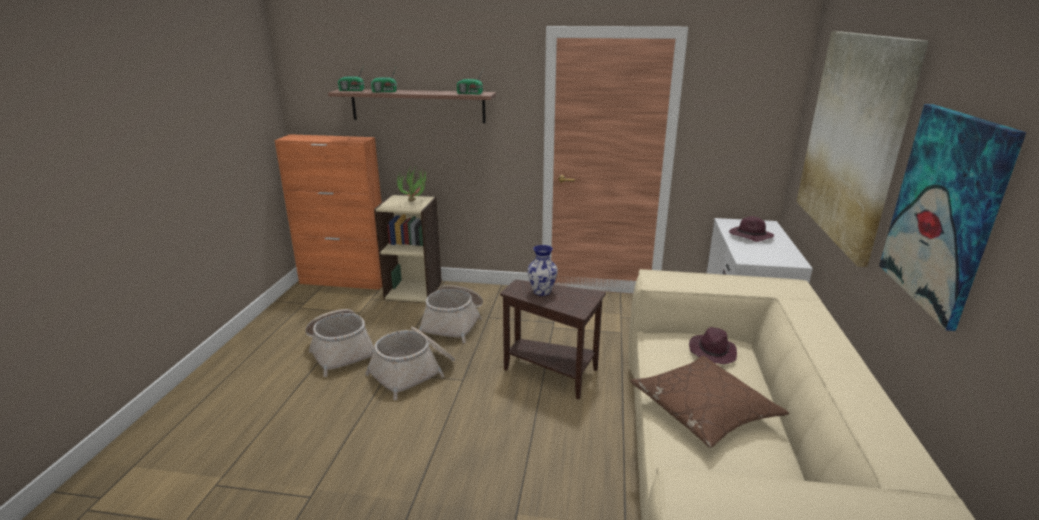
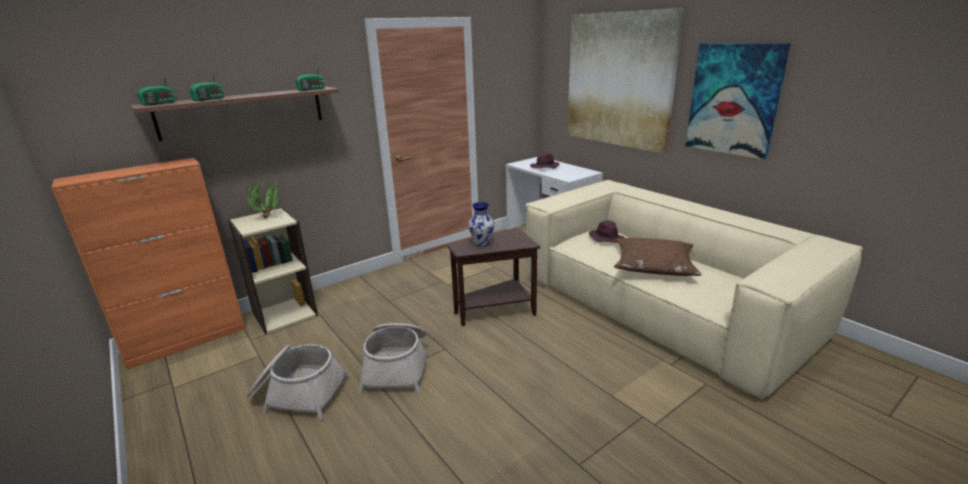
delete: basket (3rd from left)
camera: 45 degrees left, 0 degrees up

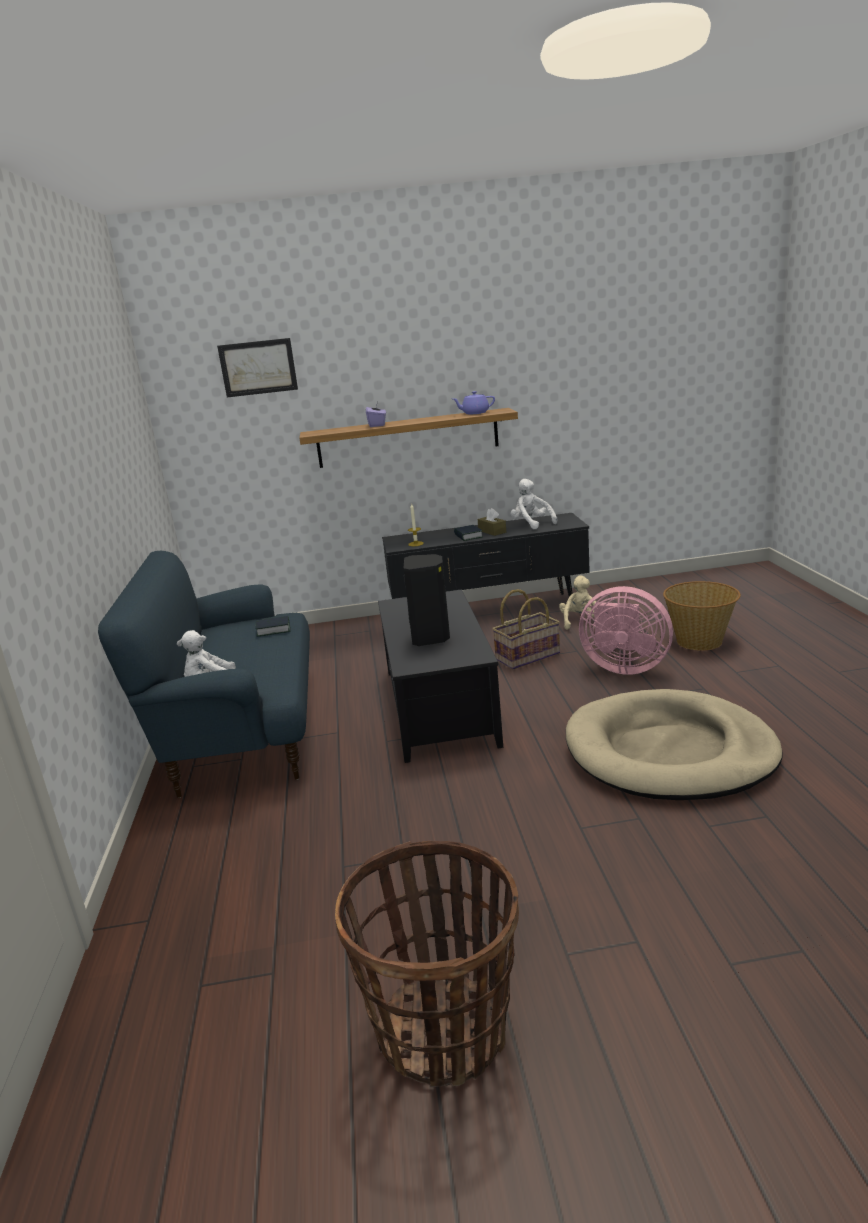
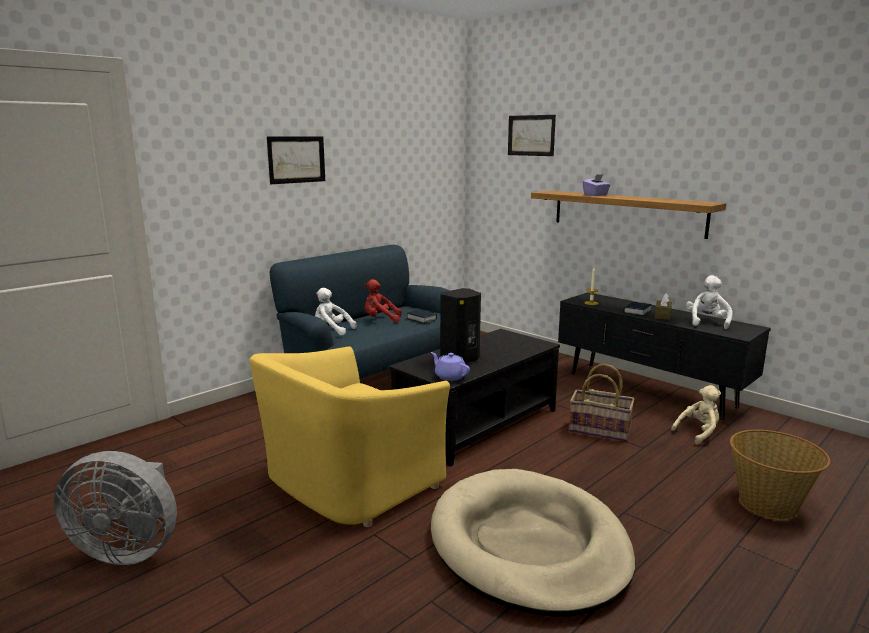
delete: fan (pink)
insert: armchair (yellow); picture (1st from left); plush toy (red)
move: teapot (purple)
replace: basket (1st from left) to fan (grey)
camera: 50 degrees right, 5 degrees down

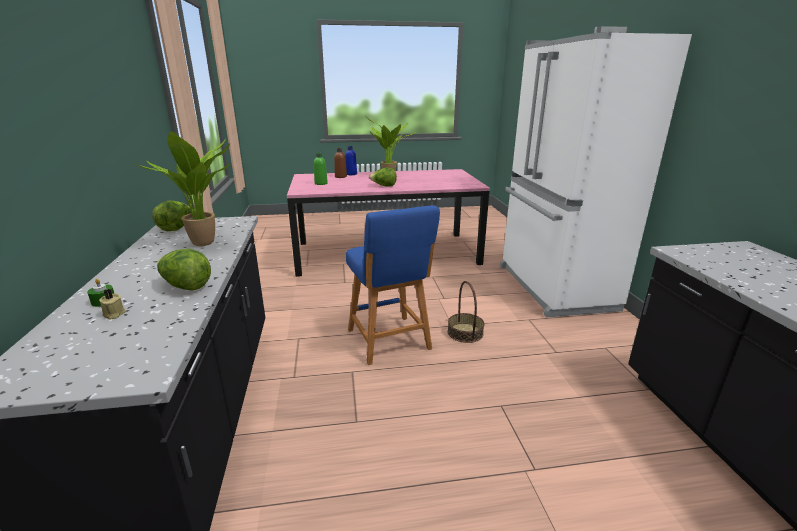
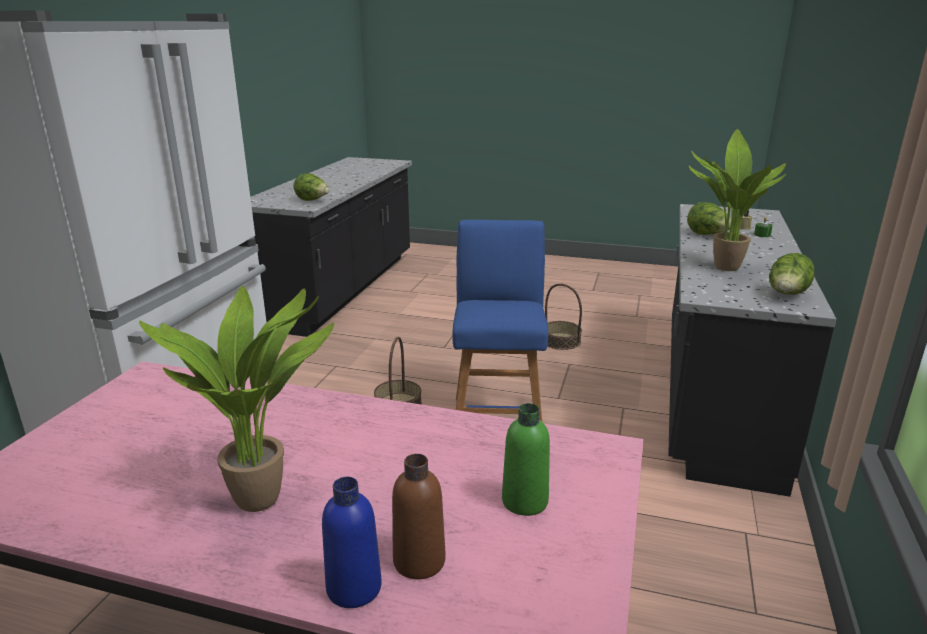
insert: basket (2nd from left)
move: lettuce (3rd from left in the first image) to lettuce (1st from left)
camera: 155 degrees left, 0 degrees up

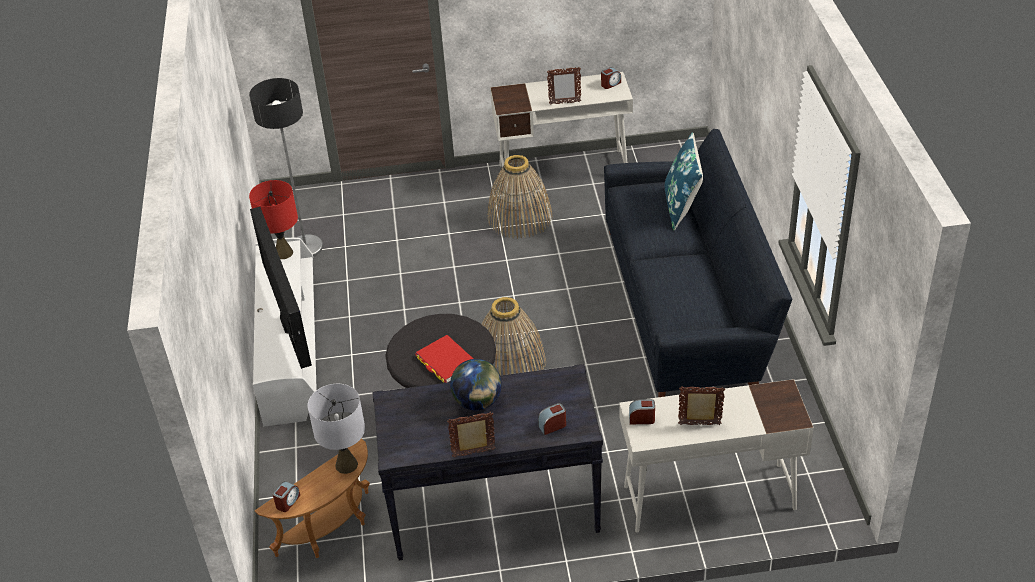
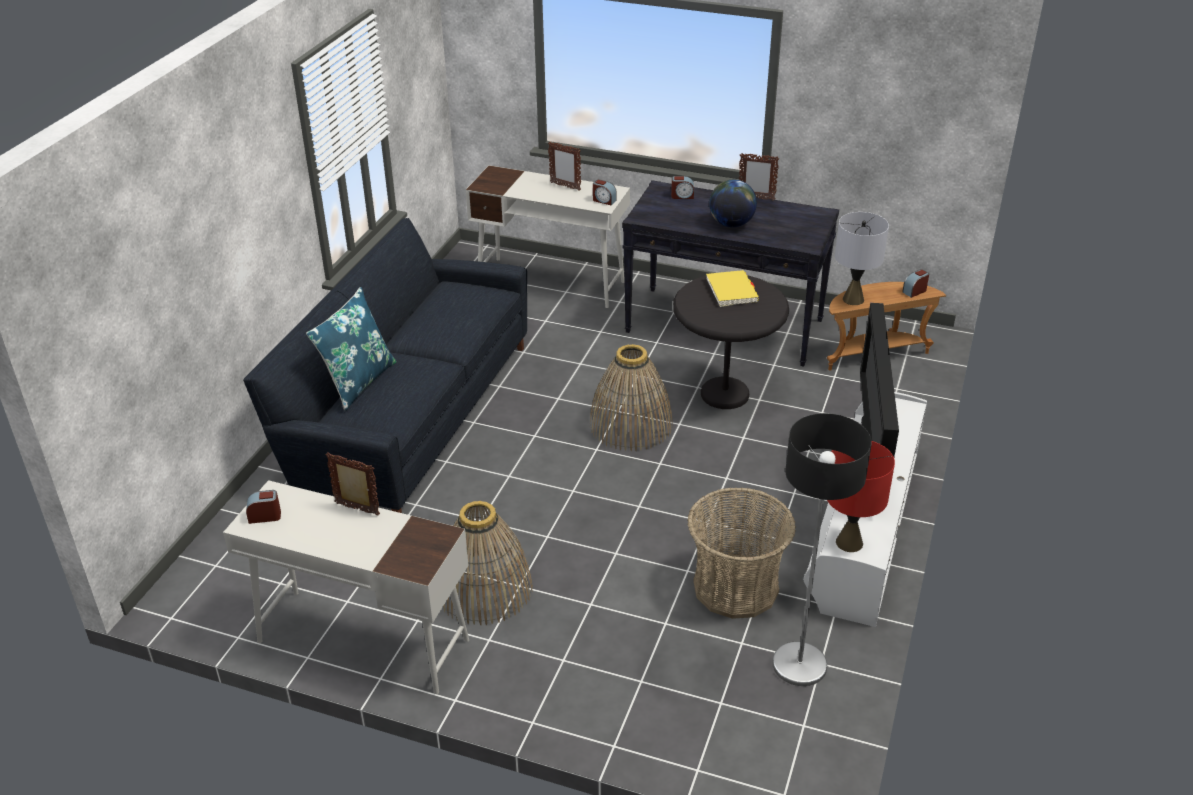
insert: basket (3rd from left)
recolor: book (red) to book (yellow)
camera: 155 degrees left, 5 degrees down

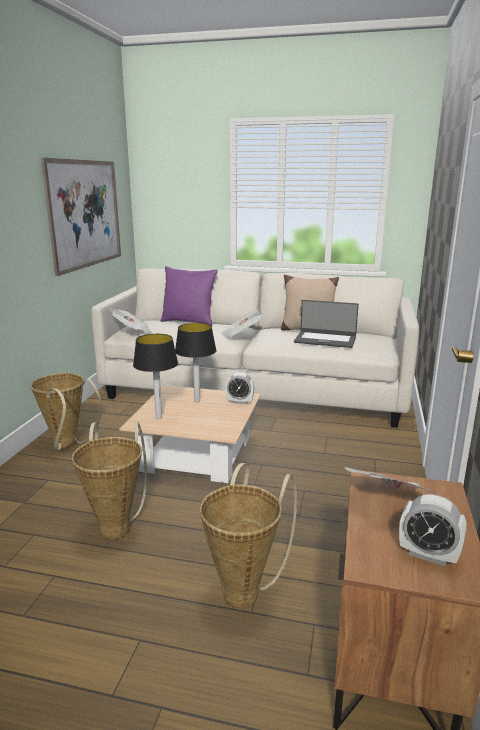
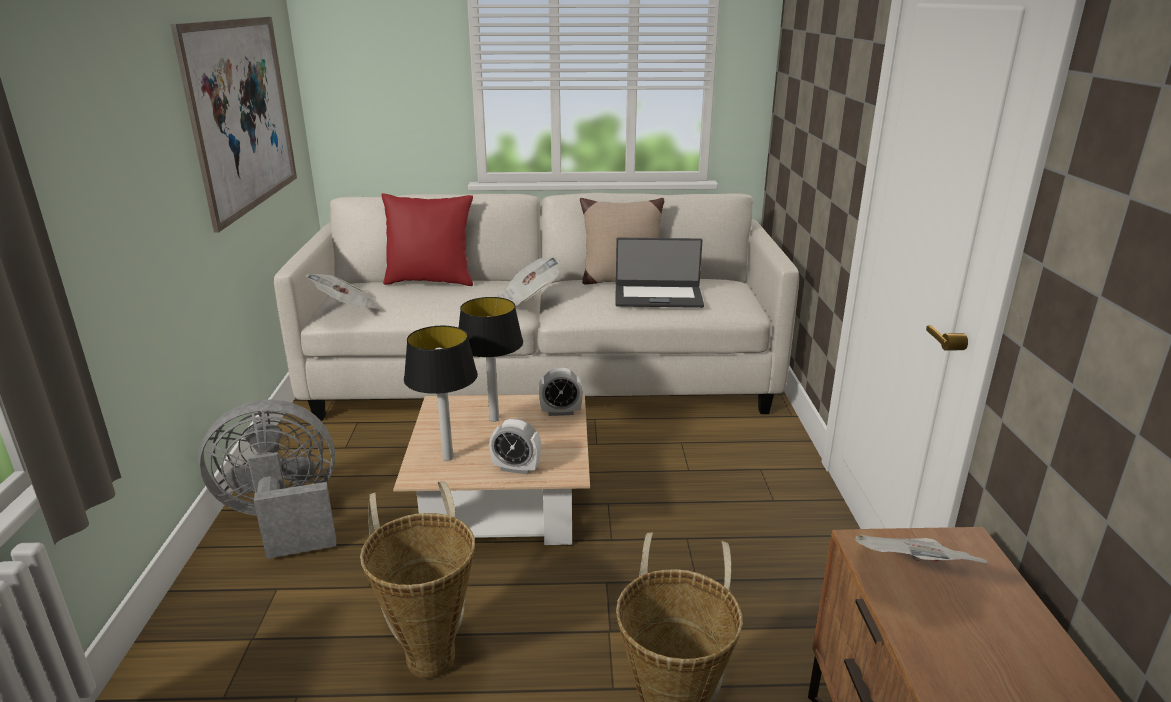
move: alarm clock (2nd from left in the first image) to alarm clock (1st from left)
replace: basket (1st from left) to fan (grey)
recolor: pillow (purple) to pillow (red)
camera: 15 degrees left, 5 degrees up

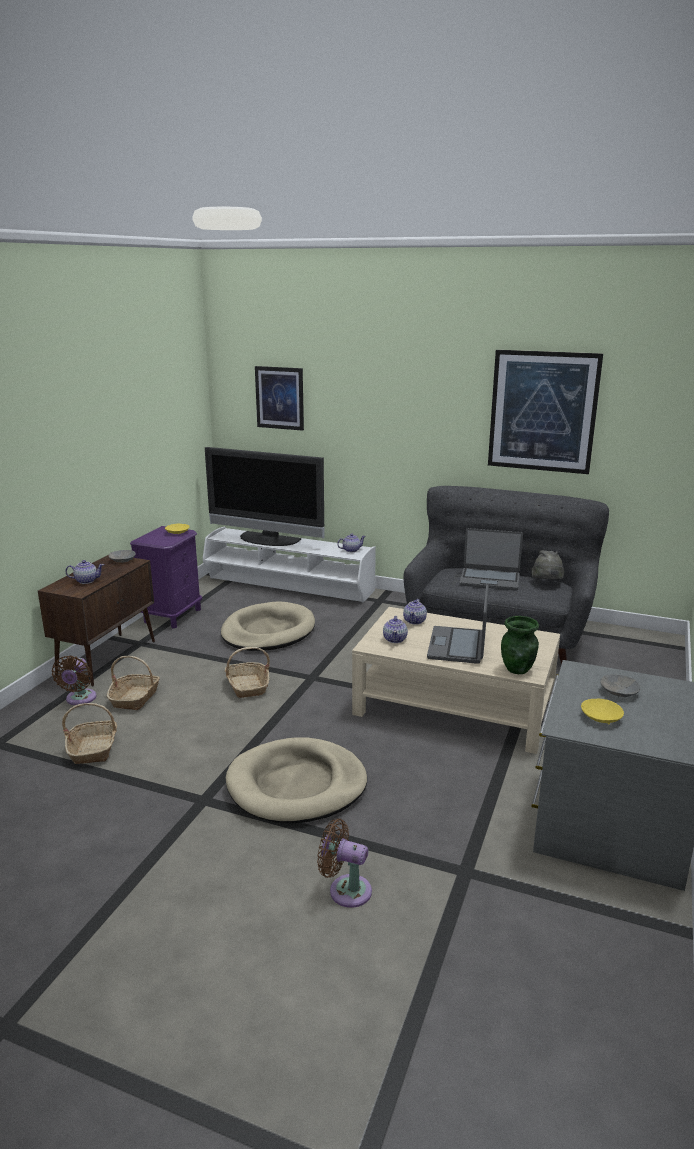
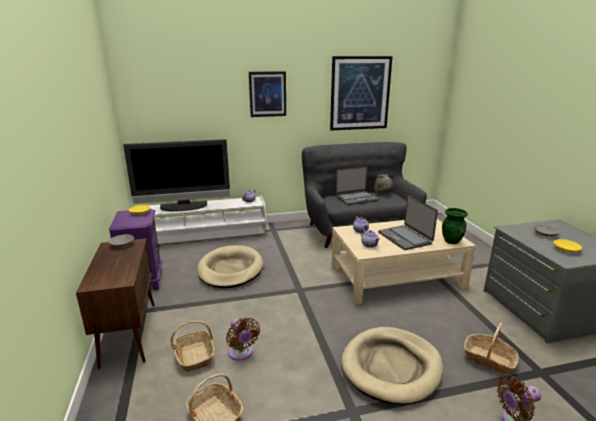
delete: teapot (1st from left)
move: fan (brown) (1st from left); basket (3rd from left); picture (1st from left)
camera: 35 degrees left, 0 degrees up

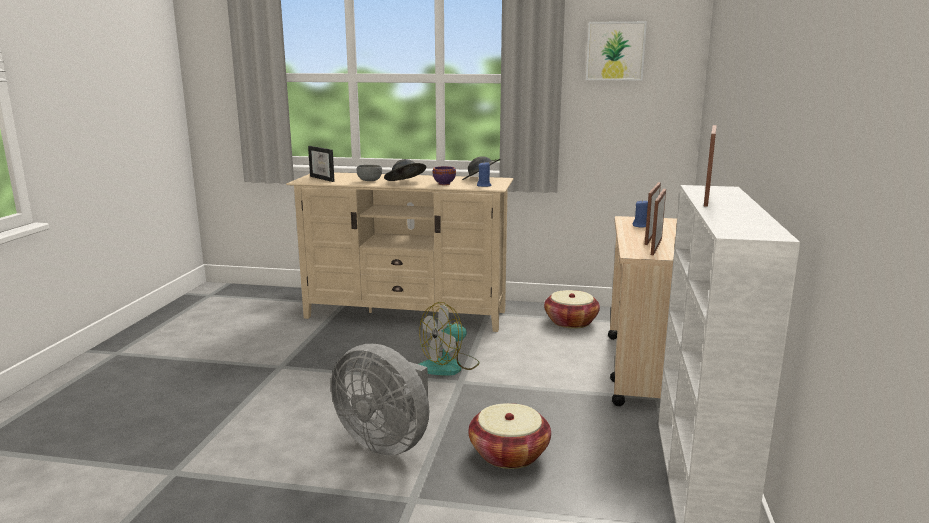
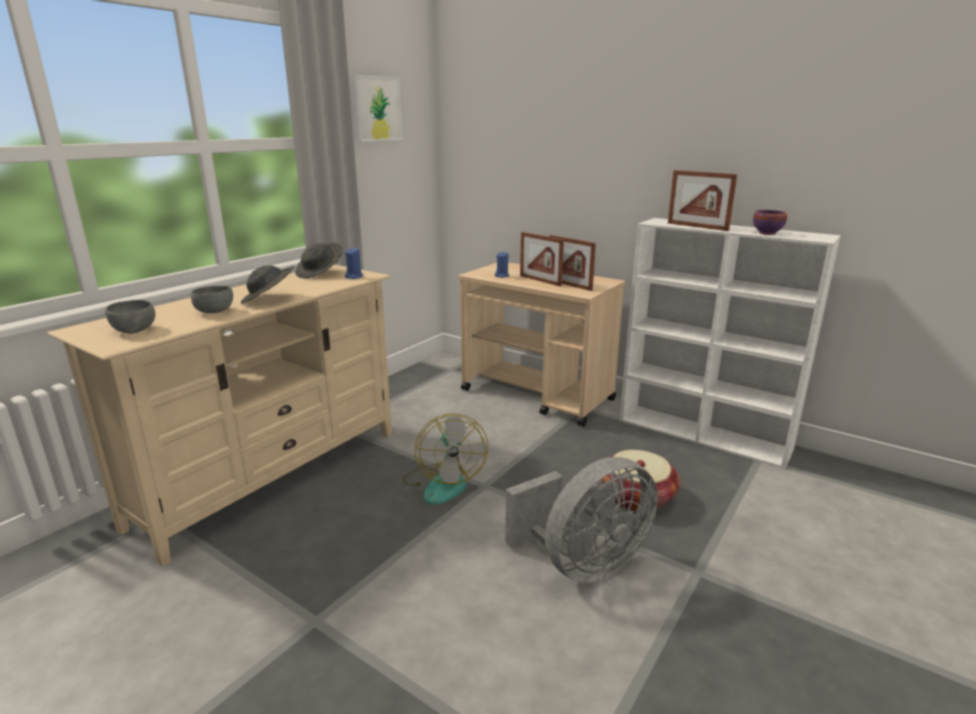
delete: basket (2nd from left)
move: bowl (purple)
replace: picture frame (1st from left) to bowl (grey) (1st from left)
camera: 65 degrees left, 5 degrees up

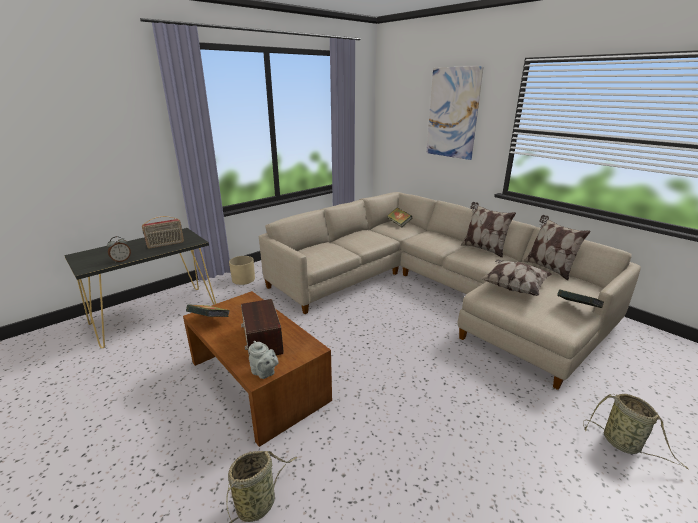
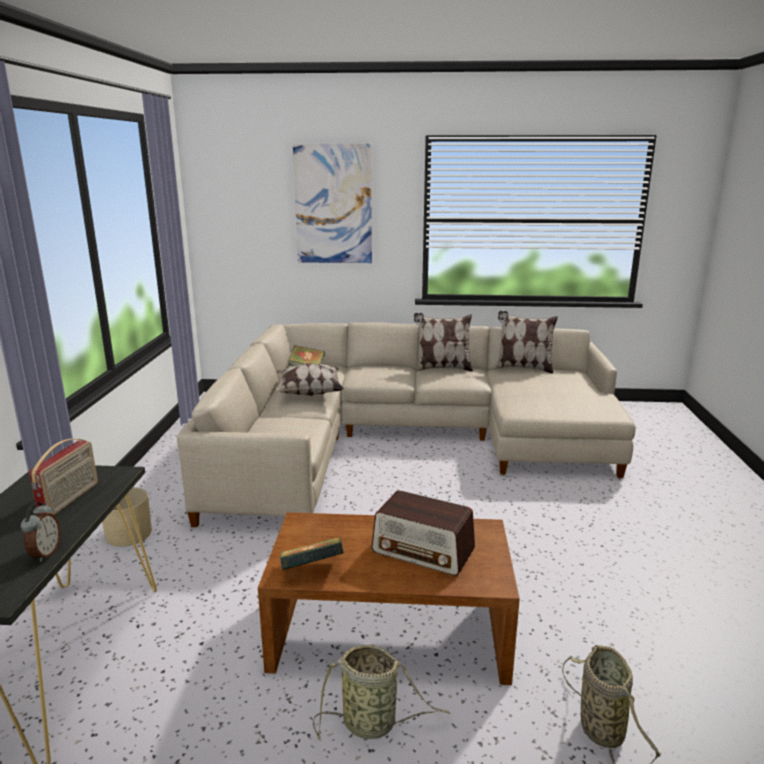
delete: teapot (grey); book (3rd from left)
move: pillow (2nd from left in the first image) to pillow (1st from left); basket (2nd from left in the first image) to basket (1st from left)
camera: 45 degrees left, 5 degrees down

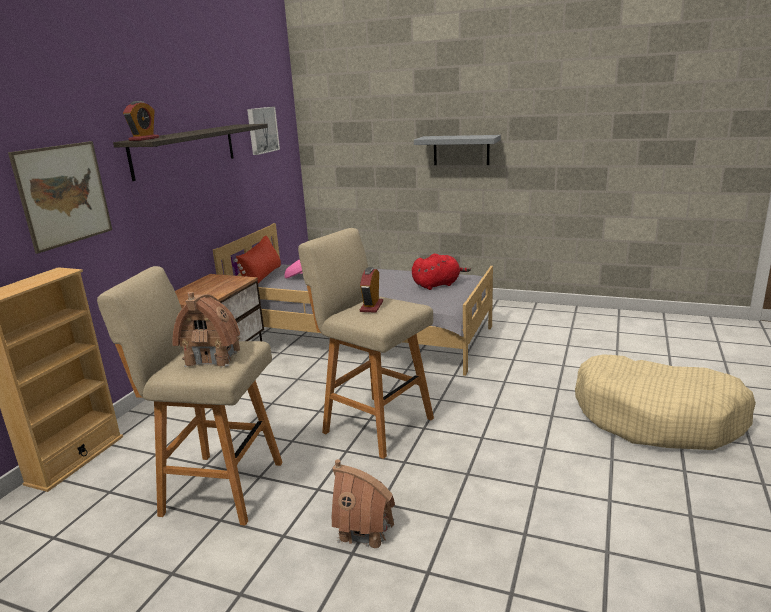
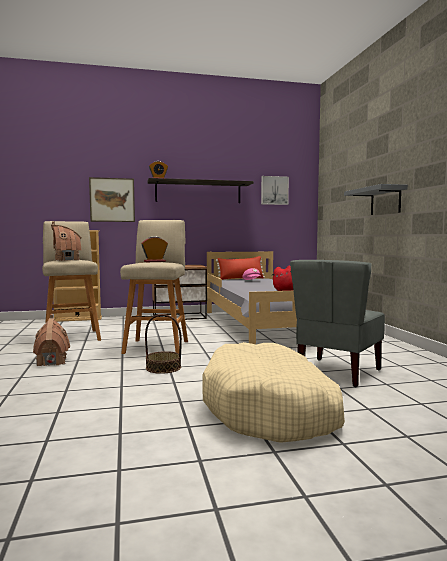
insert: basket; chair (grey)
camera: 55 degrees right, 15 degrees down

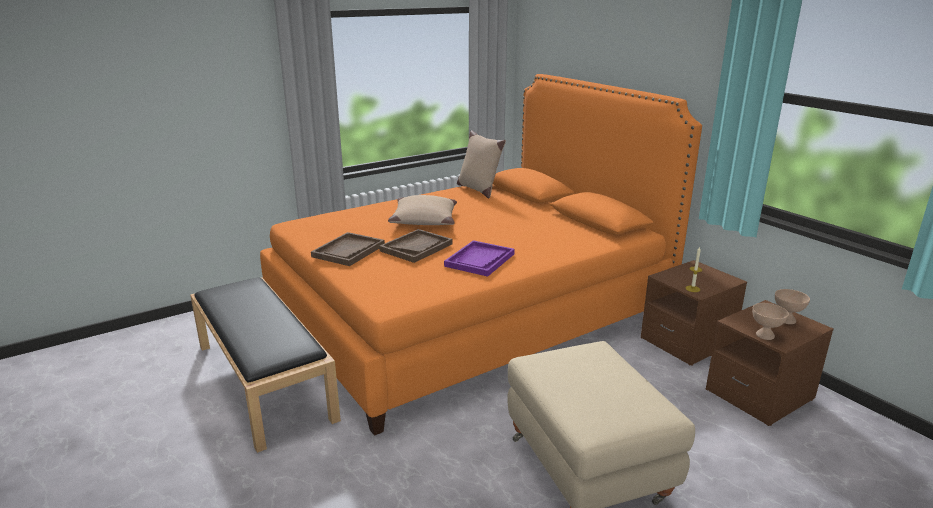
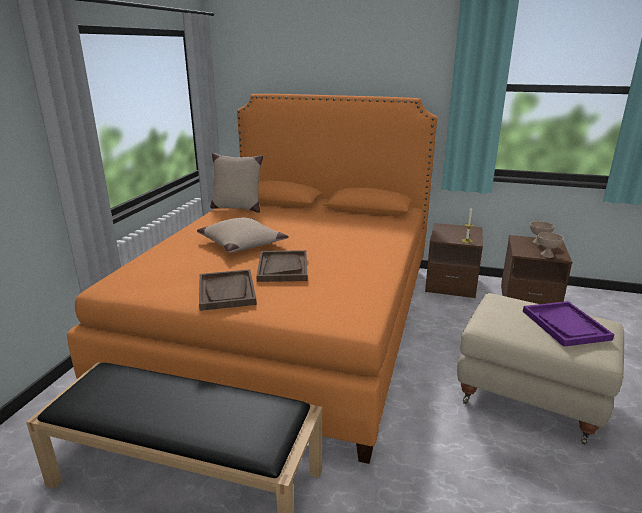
move: tray (purple)
camera: 40 degrees left, 0 degrees up

